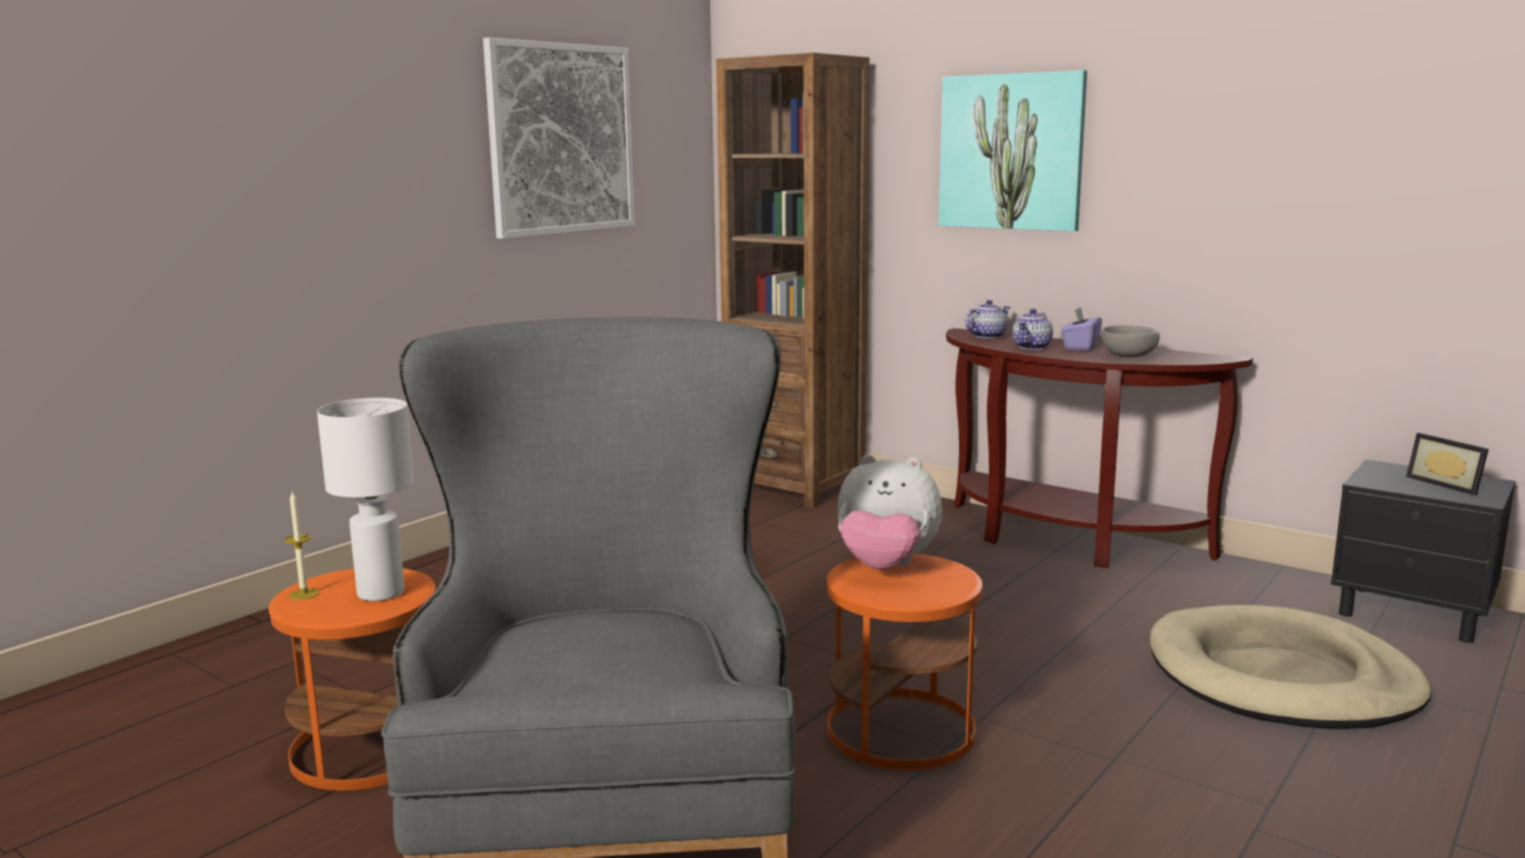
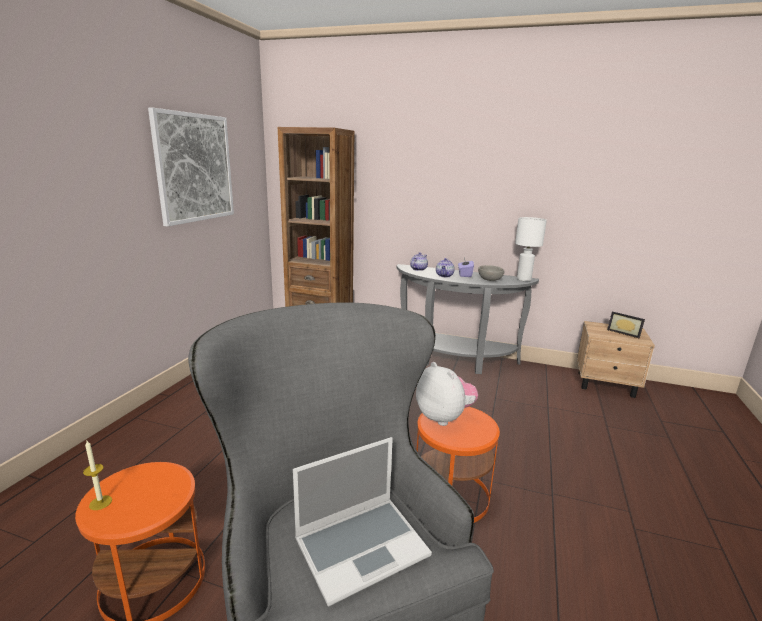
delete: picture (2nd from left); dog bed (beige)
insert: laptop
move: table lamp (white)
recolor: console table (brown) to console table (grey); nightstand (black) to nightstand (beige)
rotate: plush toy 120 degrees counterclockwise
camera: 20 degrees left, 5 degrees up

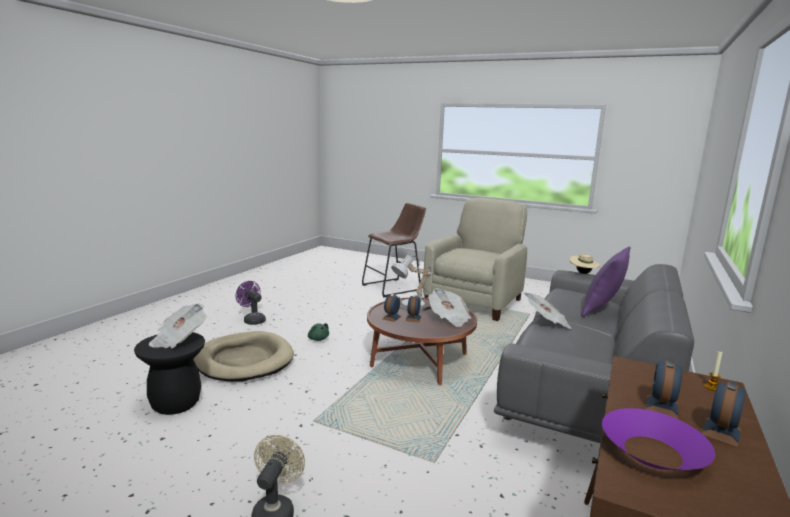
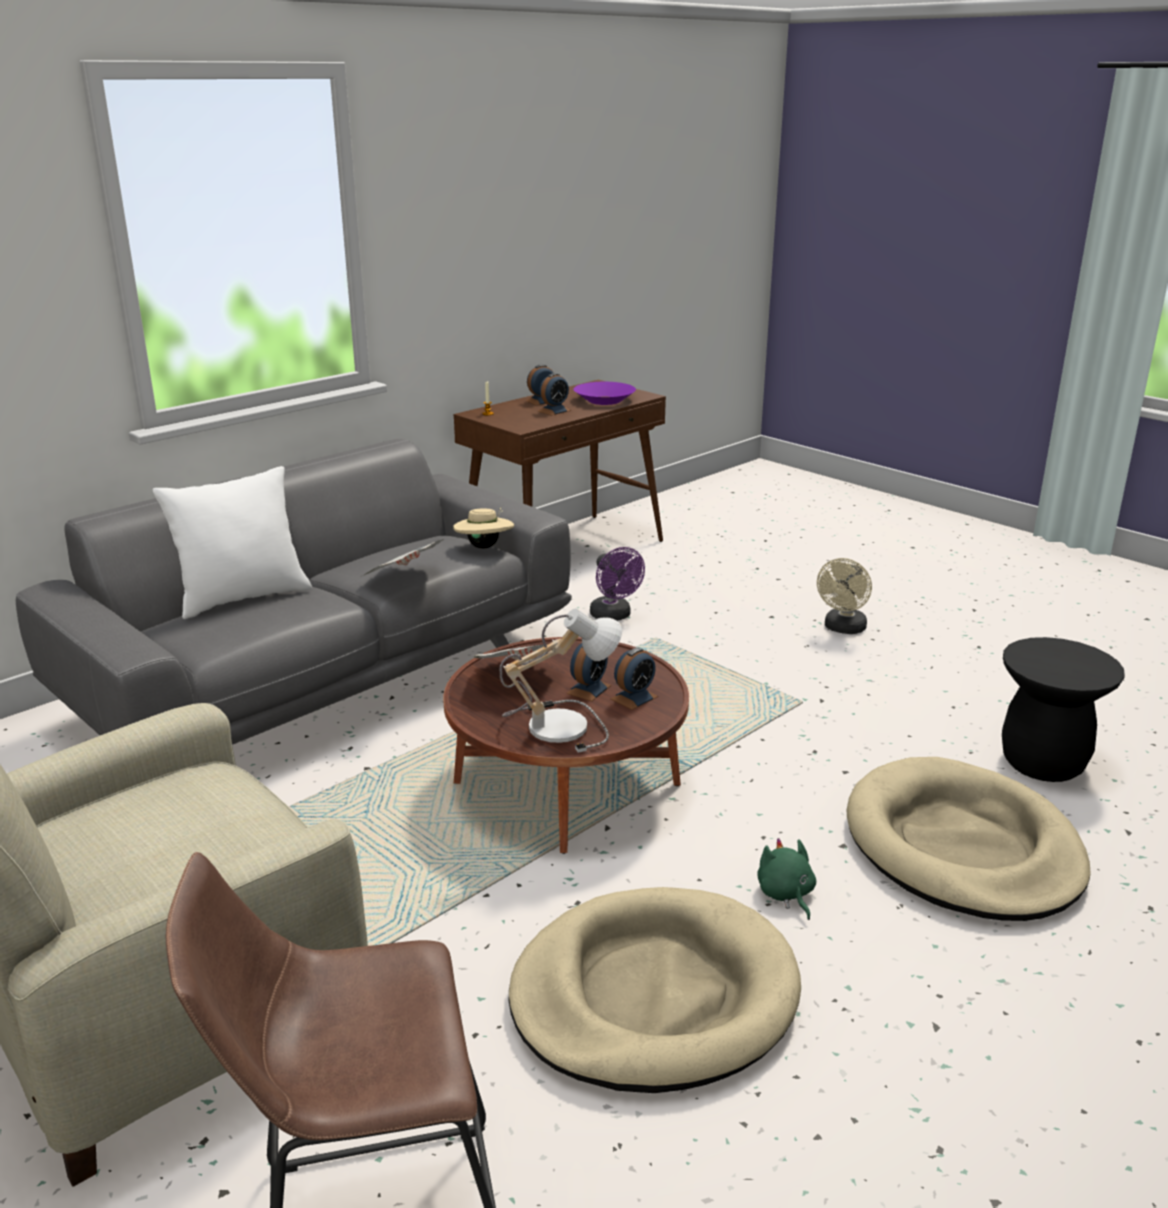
delete: newspaper (1st from left)
insert: dog bed (beige) (1st from left)
move: fan (purple); hat (beige)
recolor: pillow (purple) to pillow (white)
camera: 160 degrees left, 10 degrees up

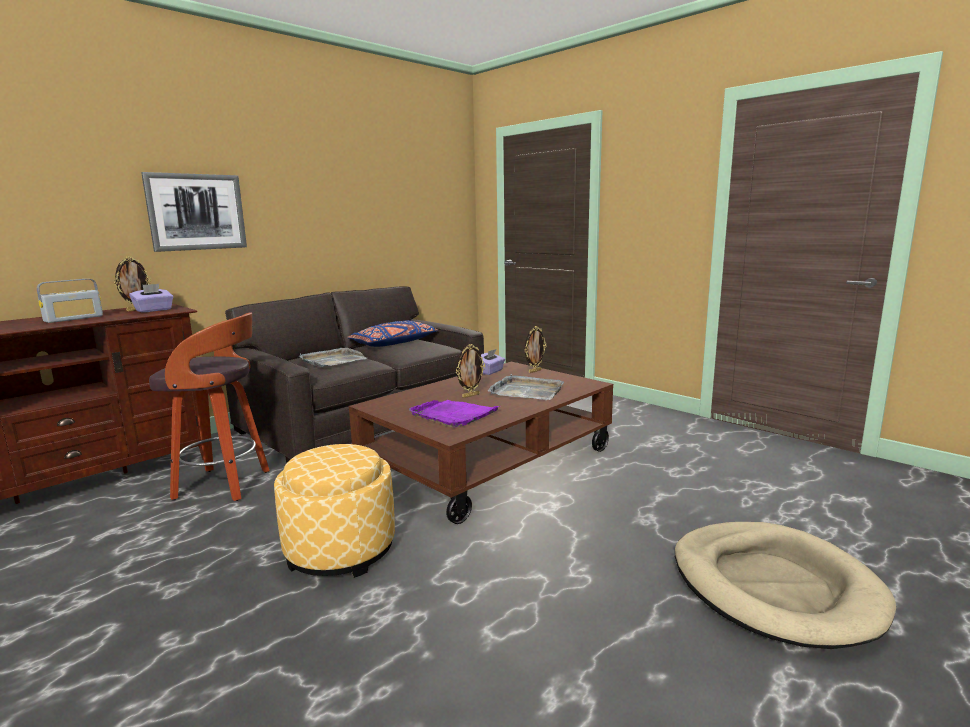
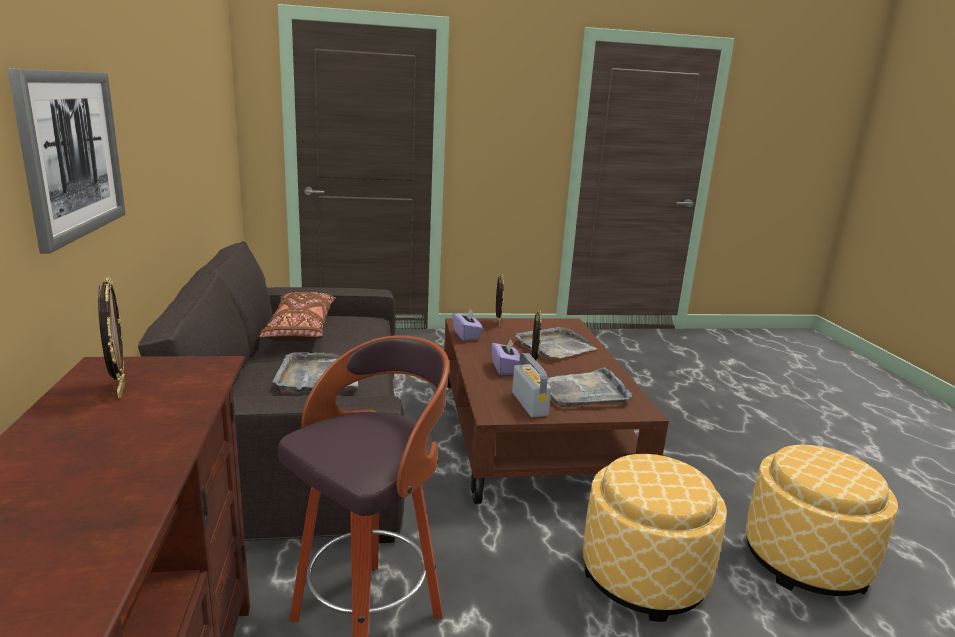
delete: dog bed (beige)
insert: ottoman (2nd from left)
move: radio; tissue box (purple) (1st from left in the first image) to tissue box (purple) (2nd from left)
recolor: pillow (blue) to pillow (brown); tray (purple) to tray (grey) (3rd from left)
camera: 55 degrees left, 5 degrees up

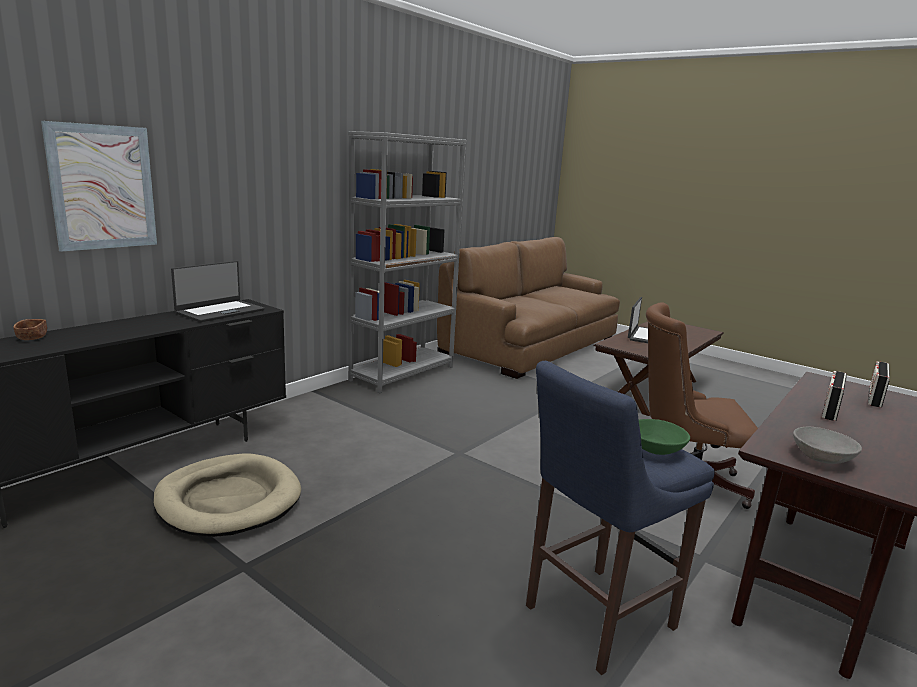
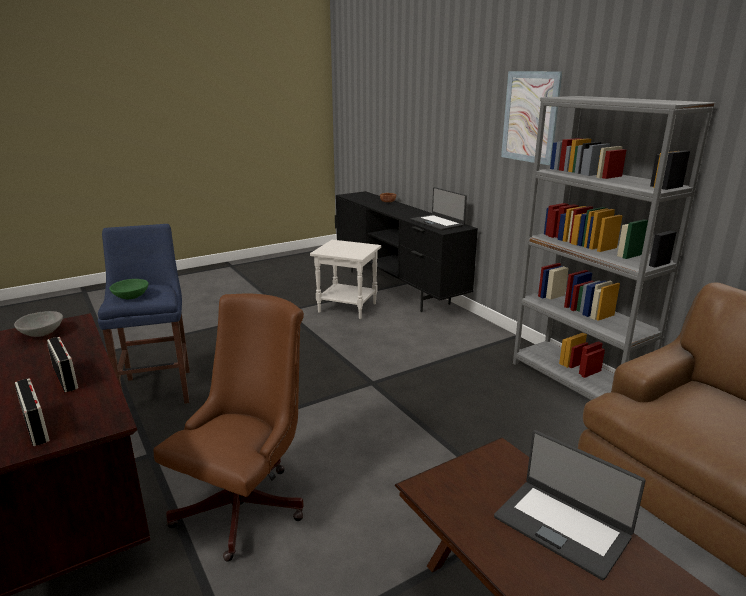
move: picture
replace: dog bed (beige) to side table (white)
camera: 110 degrees right, 5 degrees up

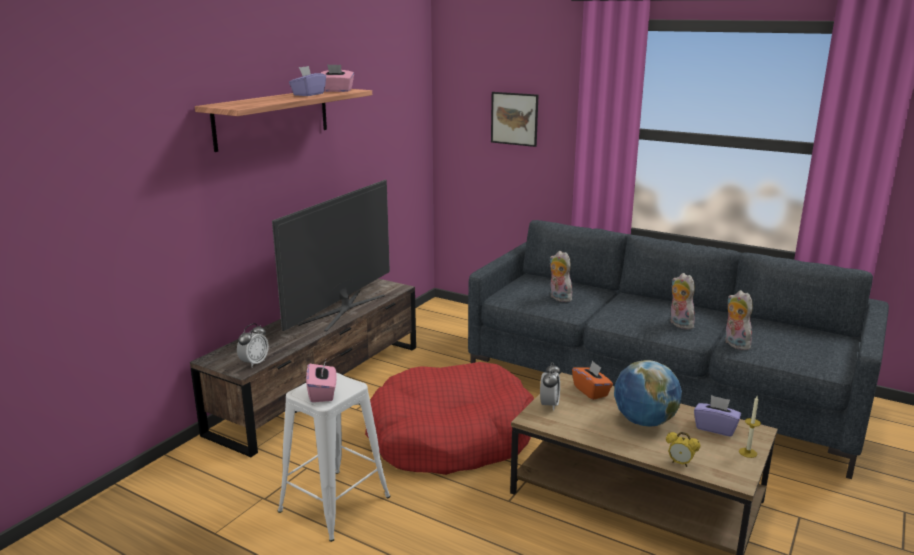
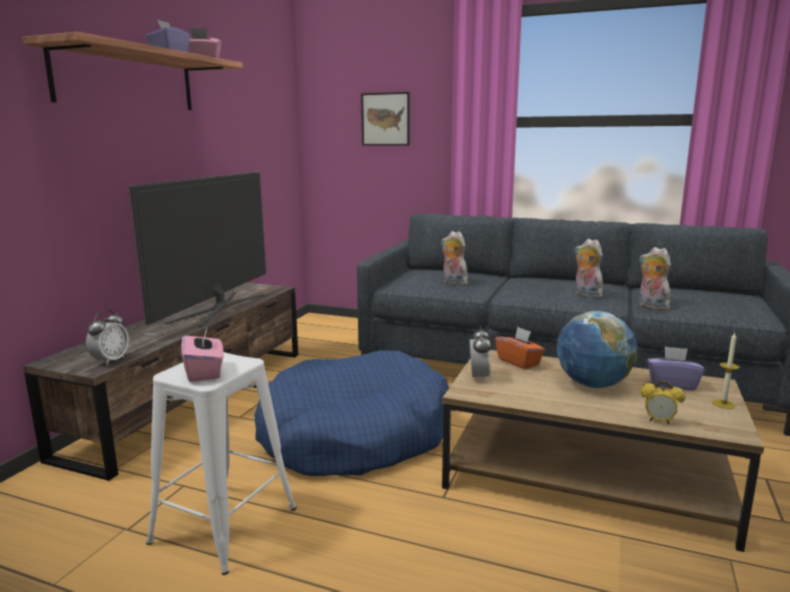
recolor: dog bed (red) to dog bed (blue)
camera: 10 degrees left, 5 degrees down

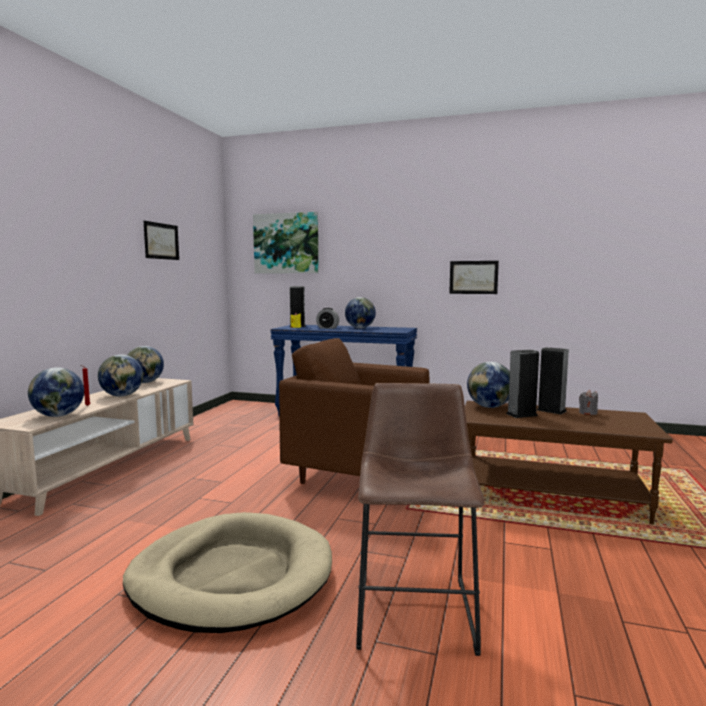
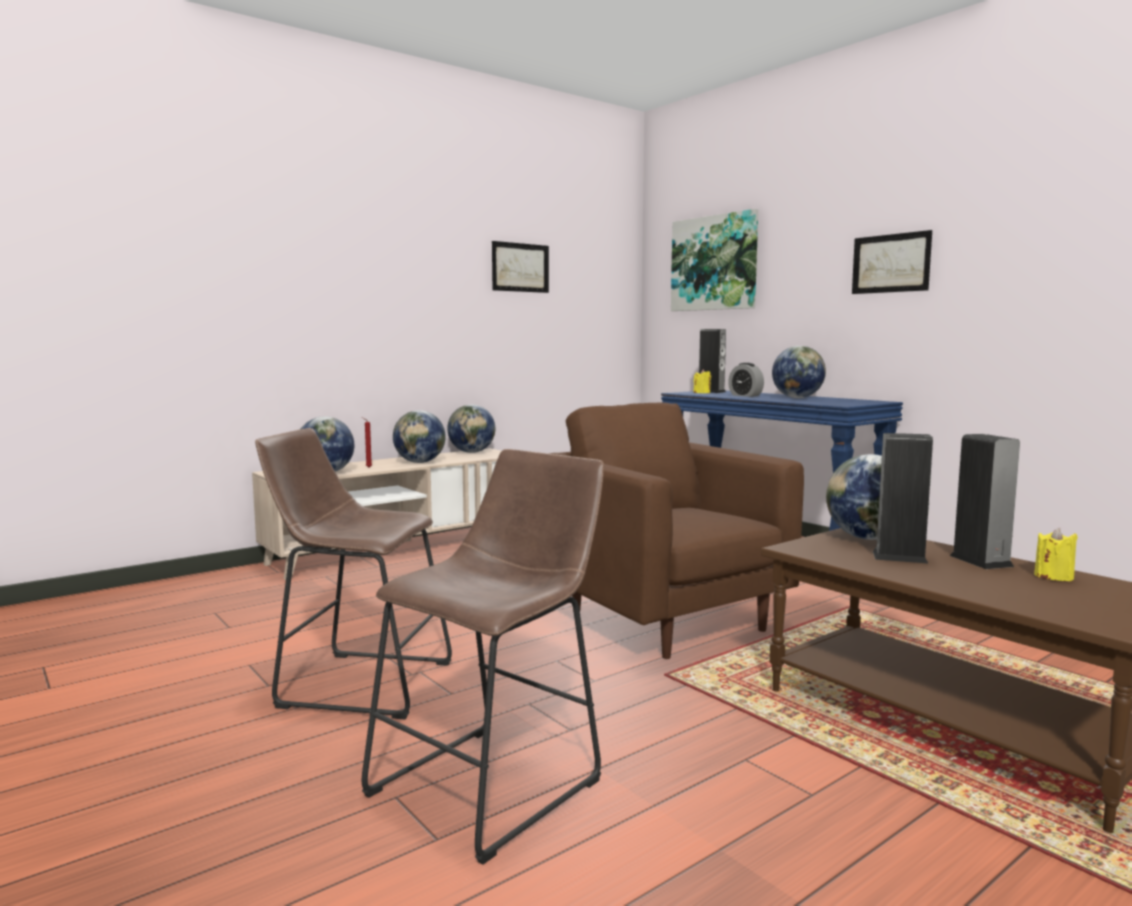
move: picture (3rd from left)
replace: dog bed (beige) to stool (brown) (1st from left)
recolor: candle (grey) to candle (yellow) (2nd from left)
camera: 35 degrees right, 0 degrees up

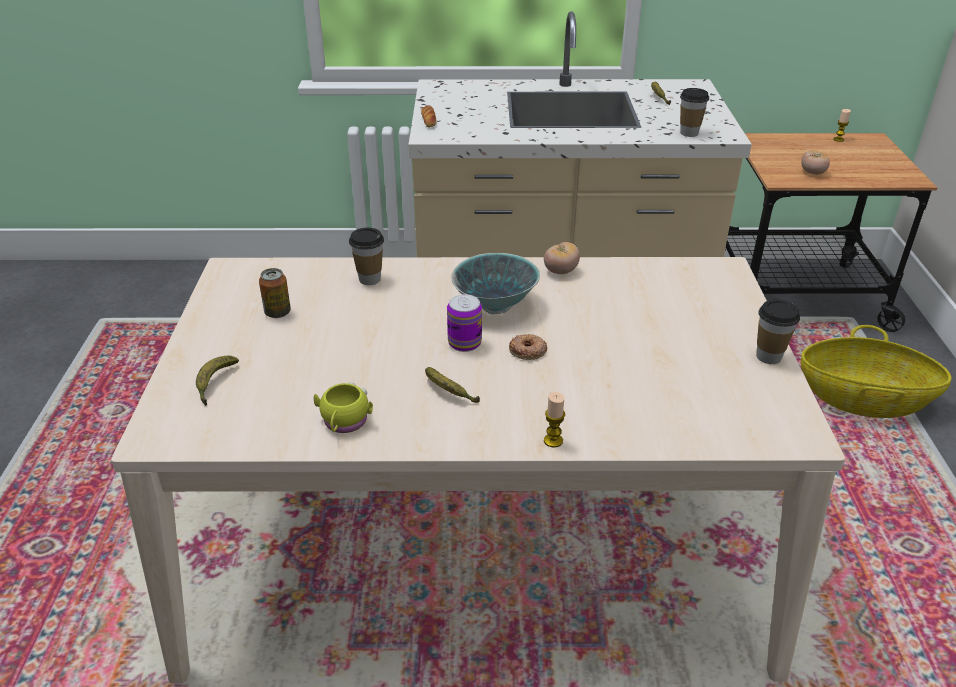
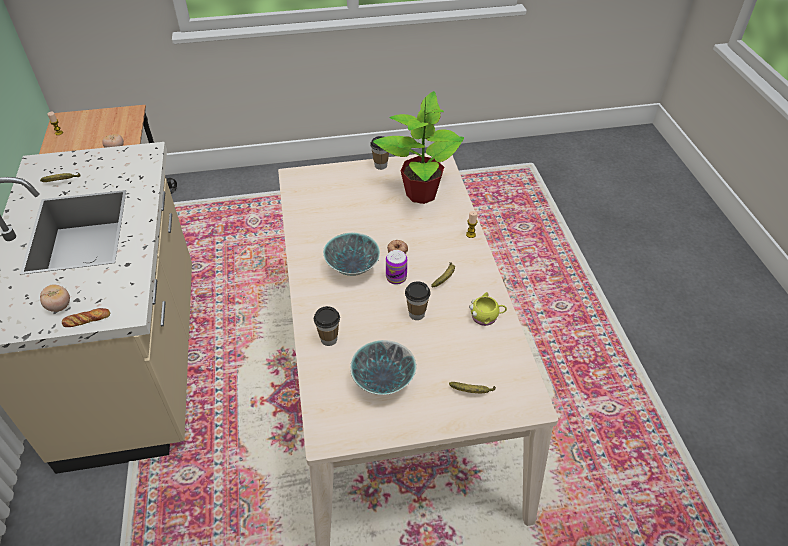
delete: basket
insert: potted plant
move: tomato (1st from left); cup (2nd from left in the first image) to cup (3rd from left)
replace: can (1st from left) to bowl (2nd from left)
camera: 100 degrees left, 10 degrees up

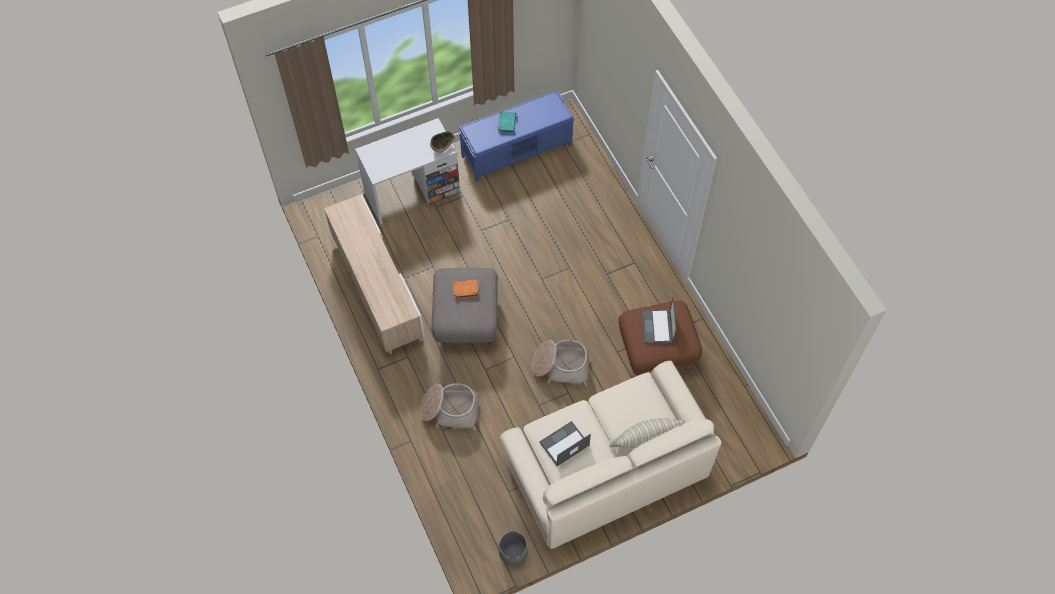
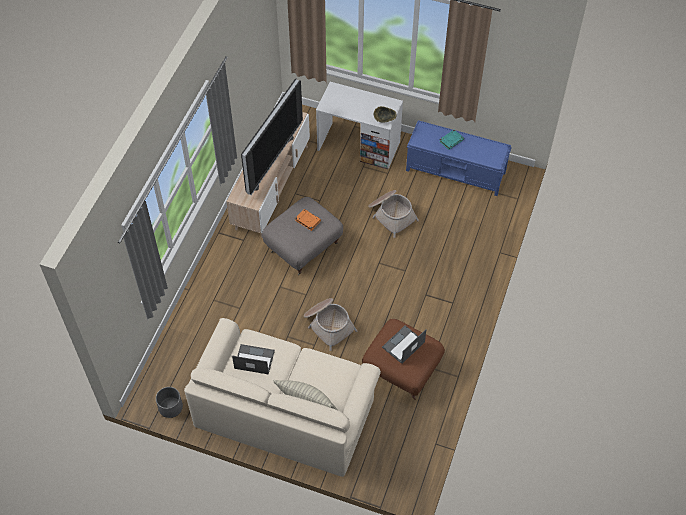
insert: television
move: basket (1st from left in the first image) to basket (2nd from left)
camera: 45 degrees right, 5 degrees down

